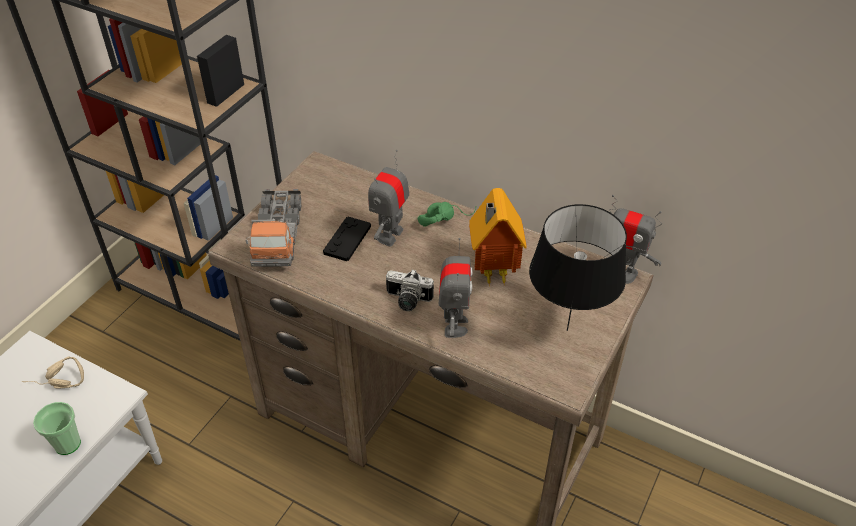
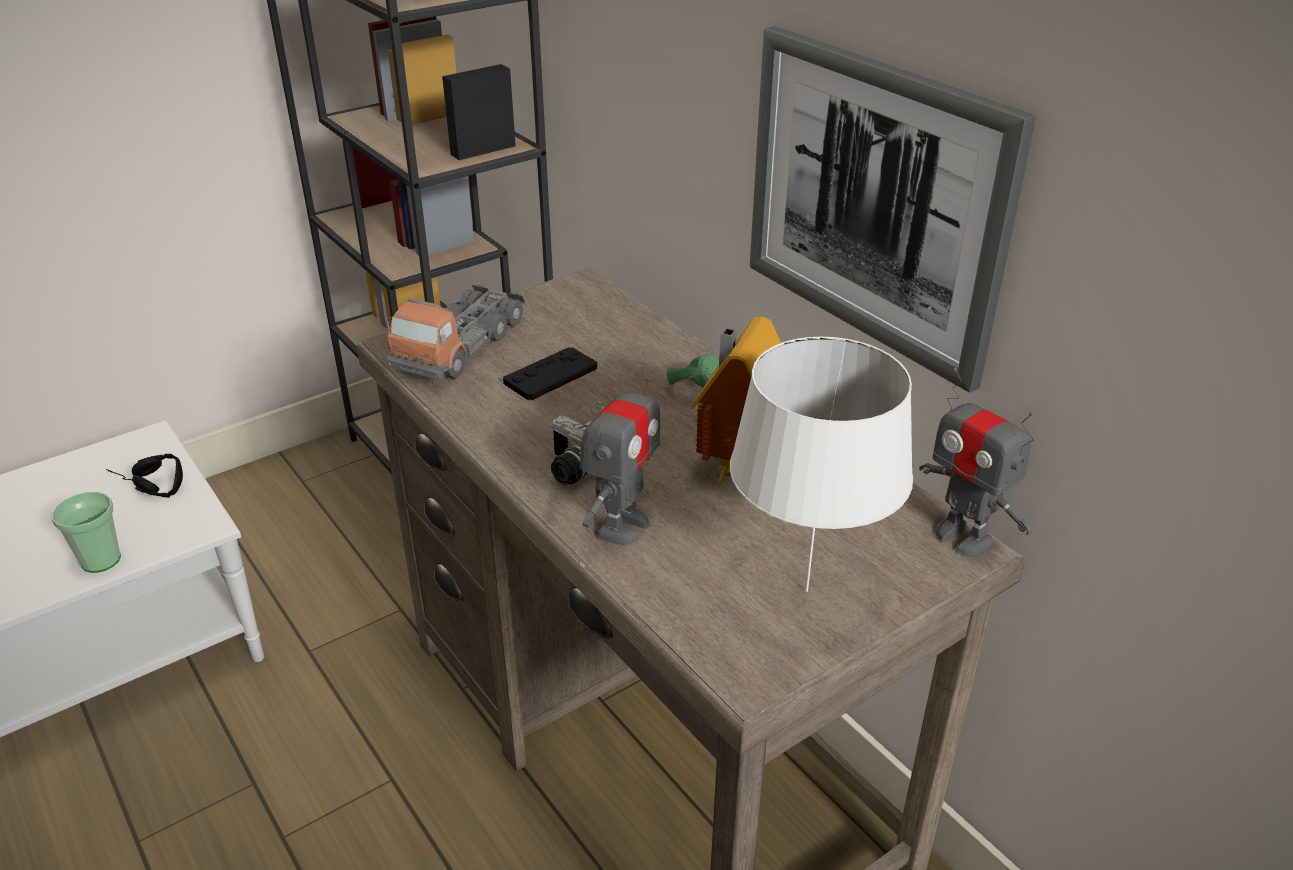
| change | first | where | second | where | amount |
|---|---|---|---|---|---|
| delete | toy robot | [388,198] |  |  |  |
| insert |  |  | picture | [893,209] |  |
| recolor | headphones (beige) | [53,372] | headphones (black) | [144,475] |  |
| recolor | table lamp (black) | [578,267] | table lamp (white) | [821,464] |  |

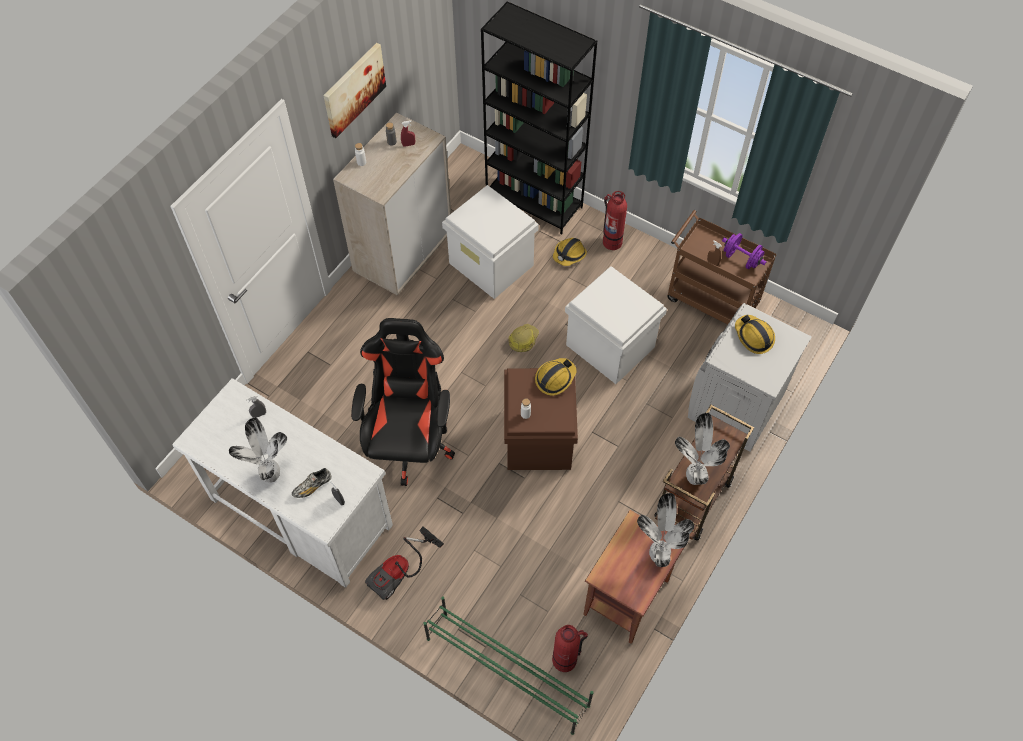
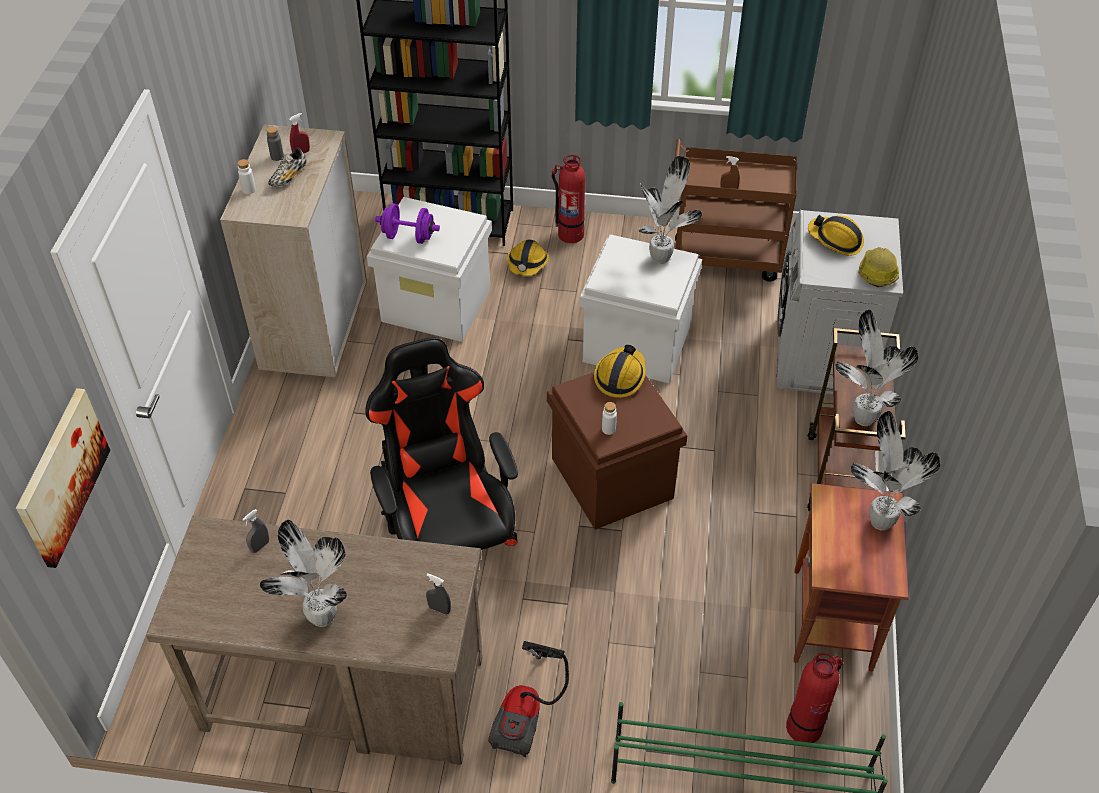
| change | first | where | second | where | amount |
|---|---|---|---|---|---|
| insert |  |  | potted plant | [670,210] |  |
| move | shoe | [311,483] |  | [287,167] |  |
| move | picture | [354,90] |  | [63,478] |  |
| move | hard hat | [523,338] |  | [879,267] |  |
| move | dumbbell (purple) | [744,251] |  | [407,223] |  |
| recolor | desk (white) | [282,483] | desk (brown) | [314,640] |  |

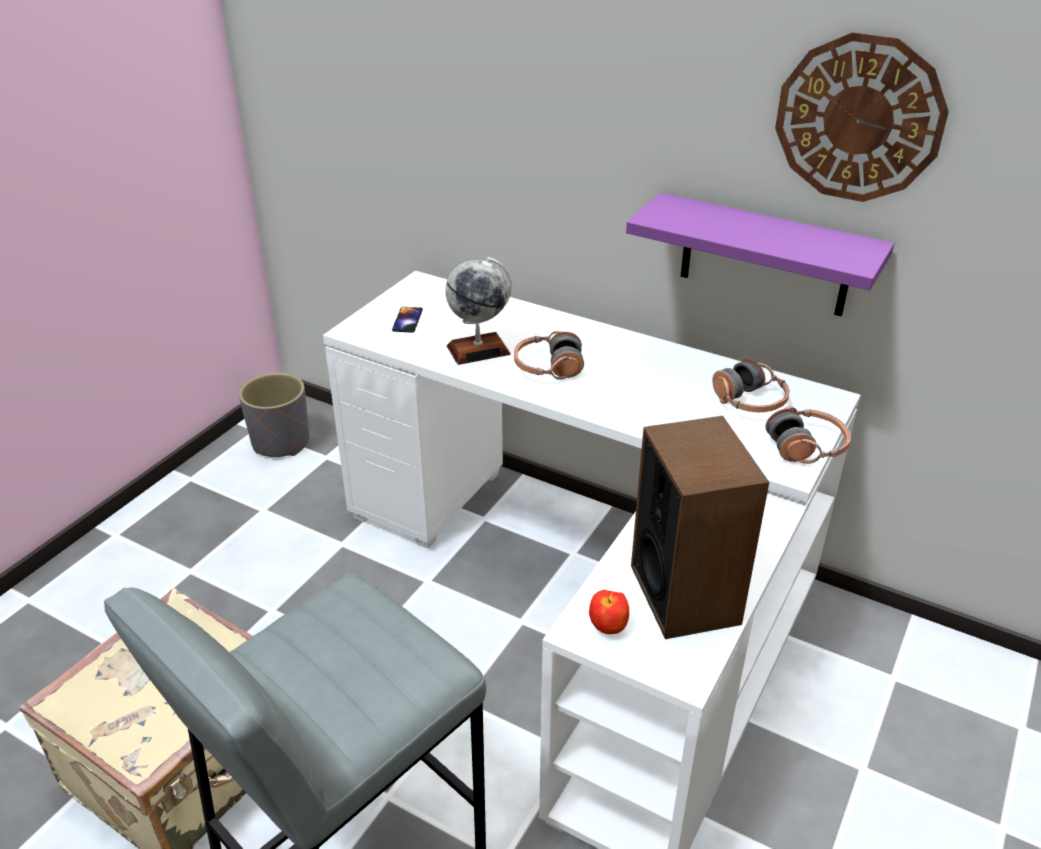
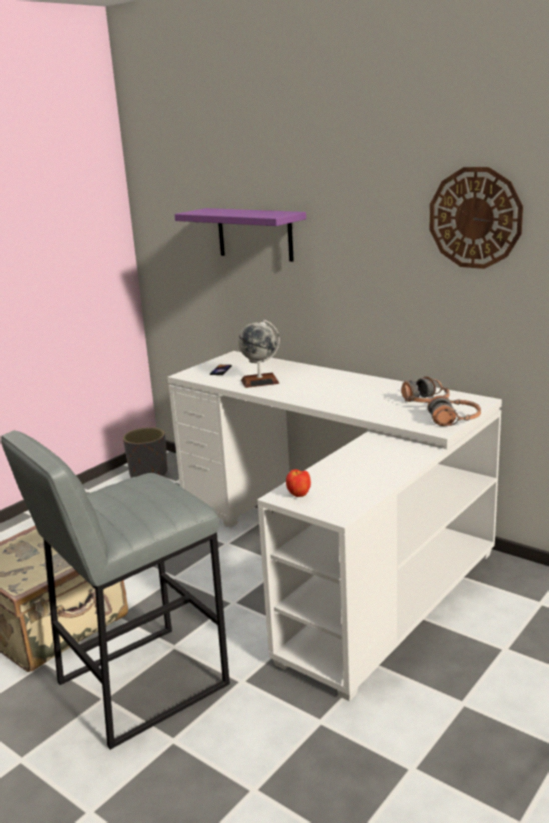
| change | first | where | second | where | amount |
|---|---|---|---|---|---|
| delete | headphones | [549,355] |  |  |  |
| delete | speaker | [700,527] |  |  |  |
| move | shelf (purple) | [760,254] |  | [240,235] |  |

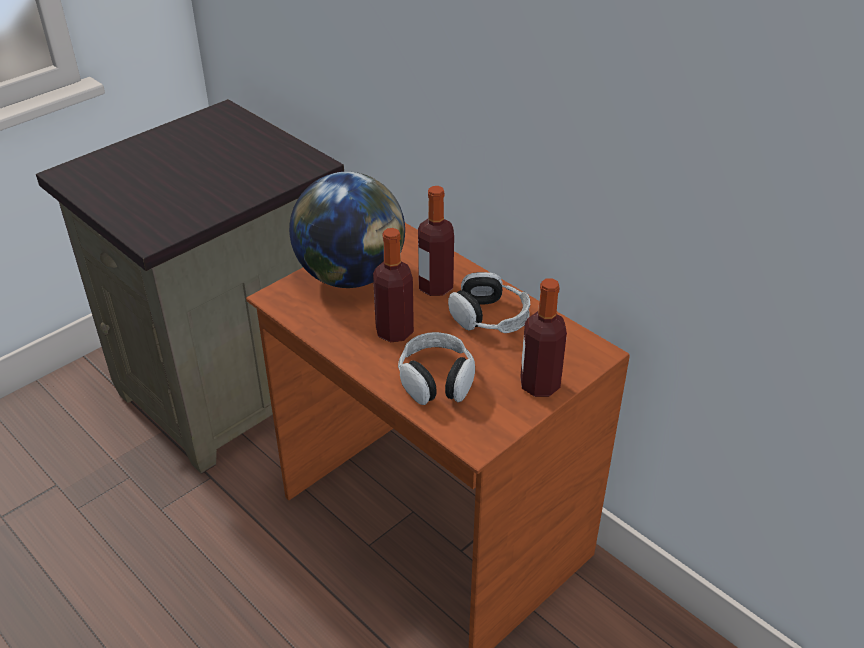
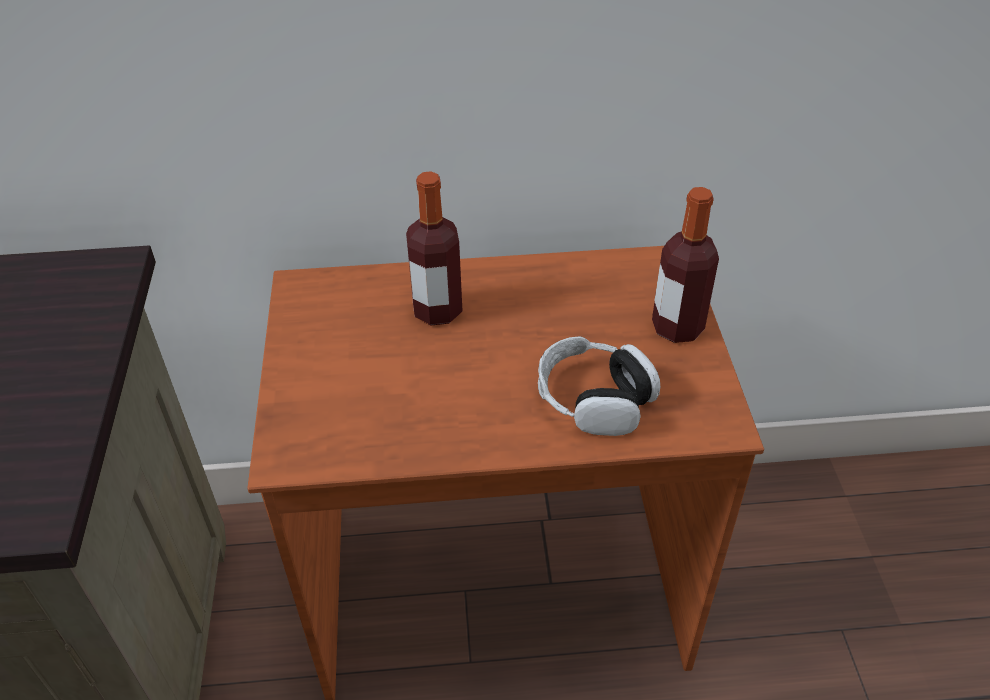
| change | first | where | second | where | amount |
|---|---|---|---|---|---|
| delete | globe | [347,230] |  |  |  |
| delete | bottle | [393,285] |  |  |  |
| delete | headphones | [489,302] |  |  |  |

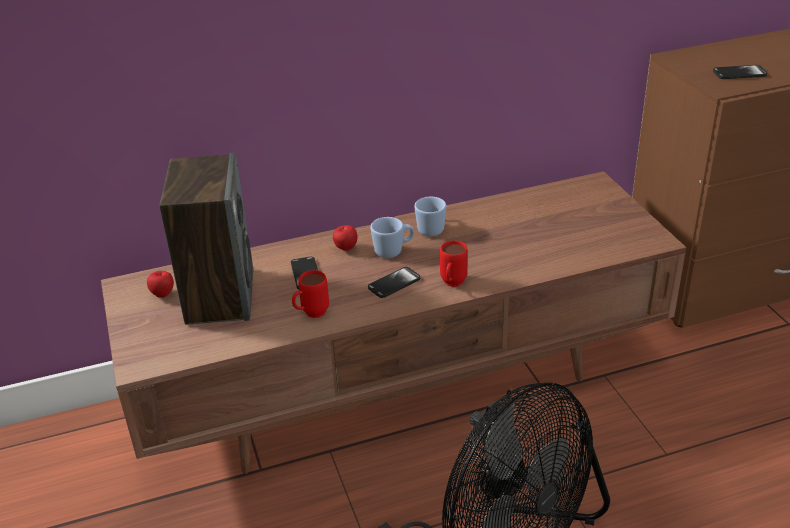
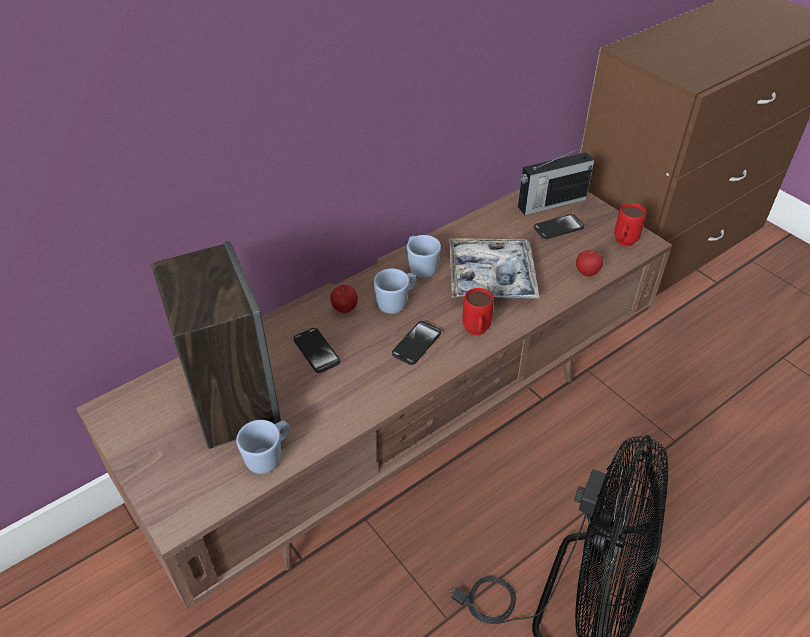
| change | first | where | second | where | amount |
|---|---|---|---|---|---|
| insert |  |  | mug (blue) | [263,447] |  |
| insert |  |  | tray | [494,268] |  |
| insert |  |  | radio | [556,180] |  |
| move | apple | [160,284] |  | [589,263] |  |
| move | mug (red) | [310,294] |  | [630,225] |  |
| move | phone | [740,72] |  | [559,226] |  |

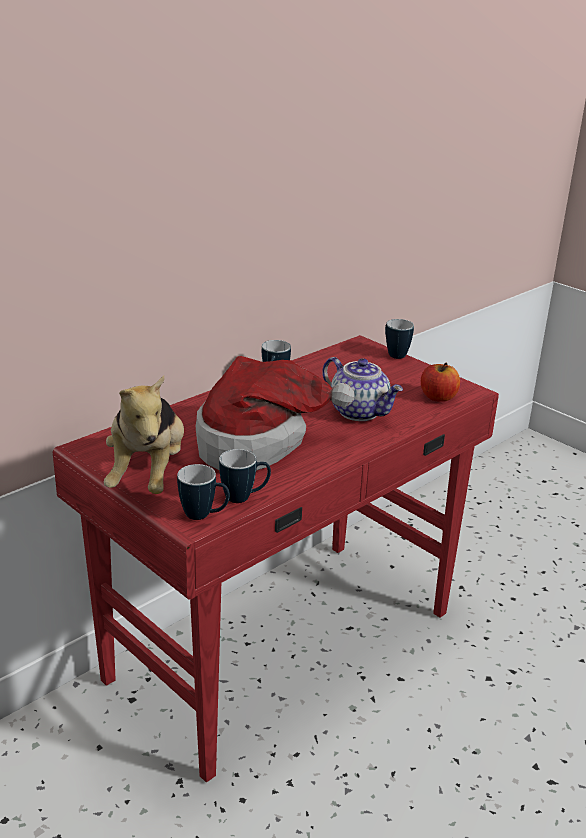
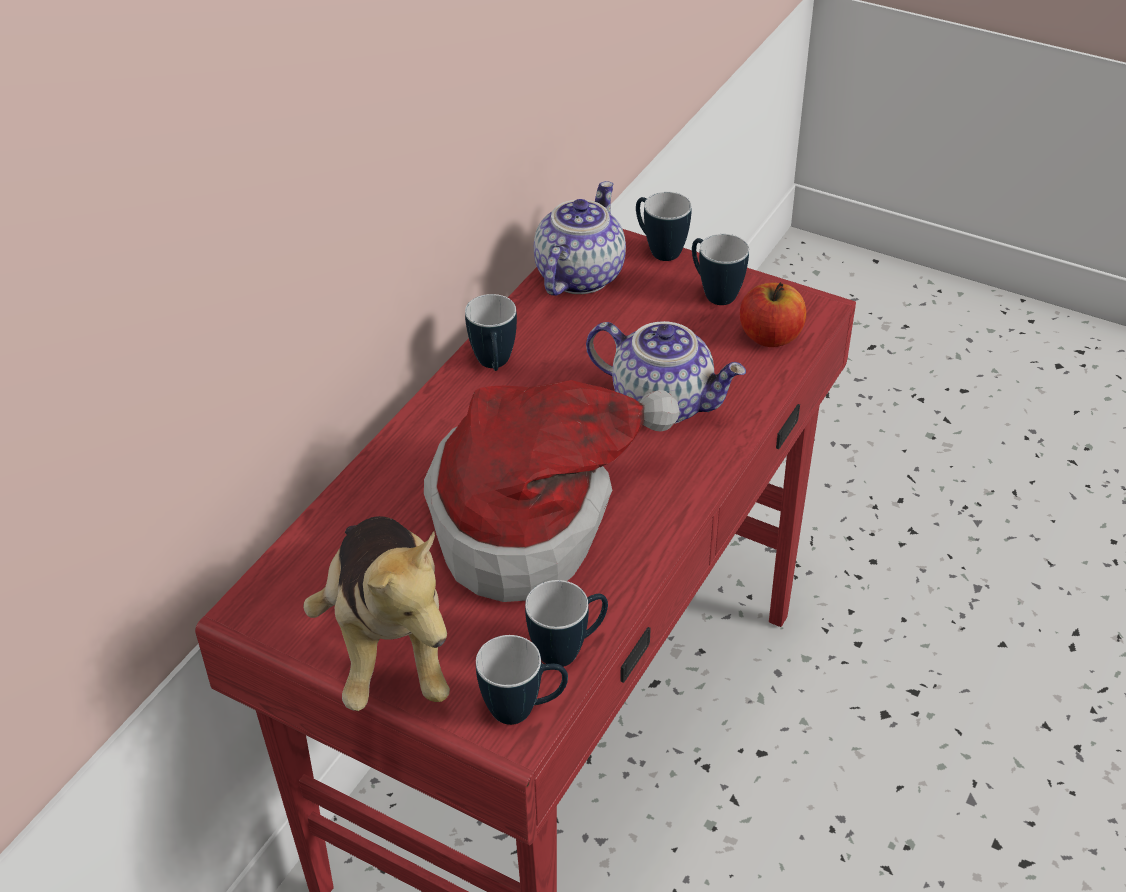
| change | first | where | second | where | amount |
|---|---|---|---|---|---|
| insert |  |  | teapot | [580,238] |  |
| insert |  |  | mug | [720,269] |  |

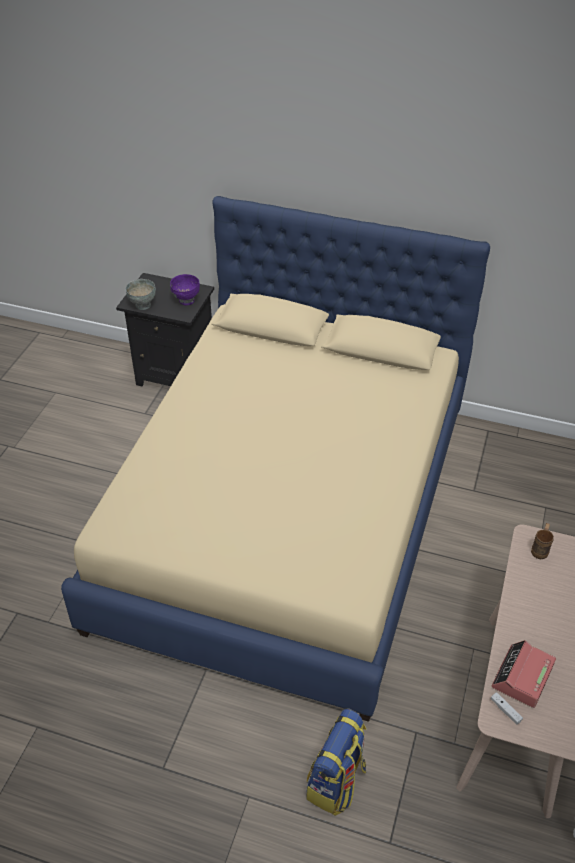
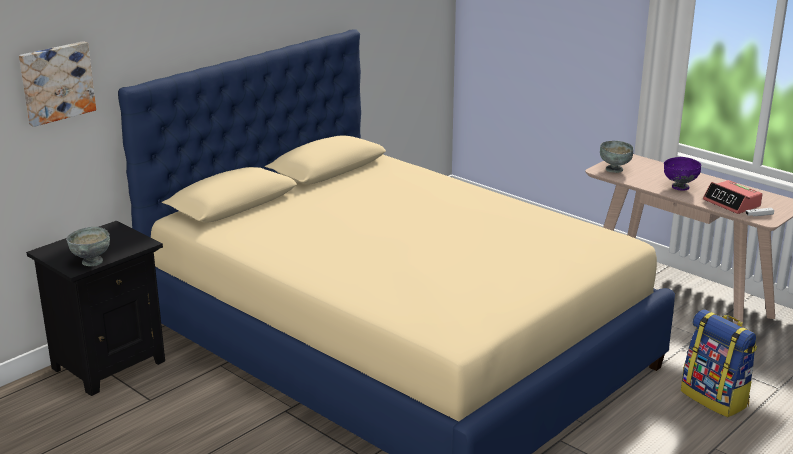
| change | first | where | second | where | amount |
|---|---|---|---|---|---|
| insert |  |  | picture | [57,84] |  |
| move | bowl (purple) | [185,289] |  | [682,174] |  |
| replace | mug (brown) | [542,541] | bowl (grey) | [617,157] |  |

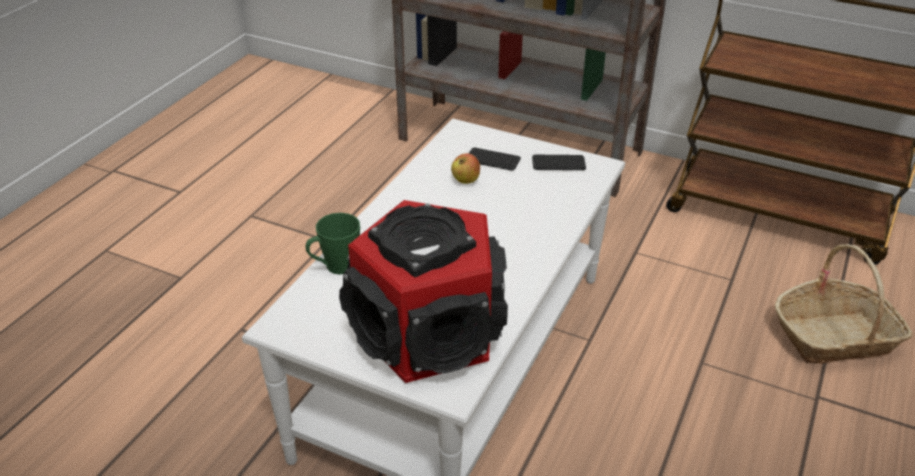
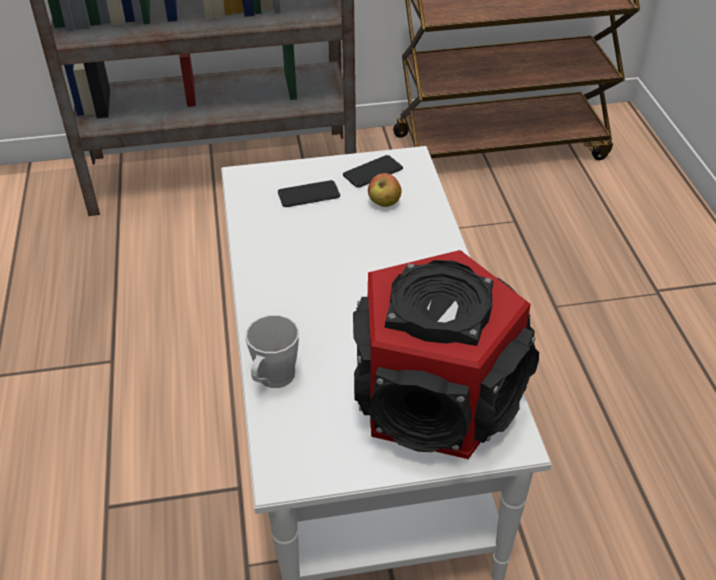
| change | first | where | second | where | amount |
|---|---|---|---|---|---|
| delete | basket | [844,304] |  |  |  |
| move | apple | [465,168] |  | [385,190] |  |
| recolor | mug (green) | [332,244] | mug (grey) | [272,351] |  |

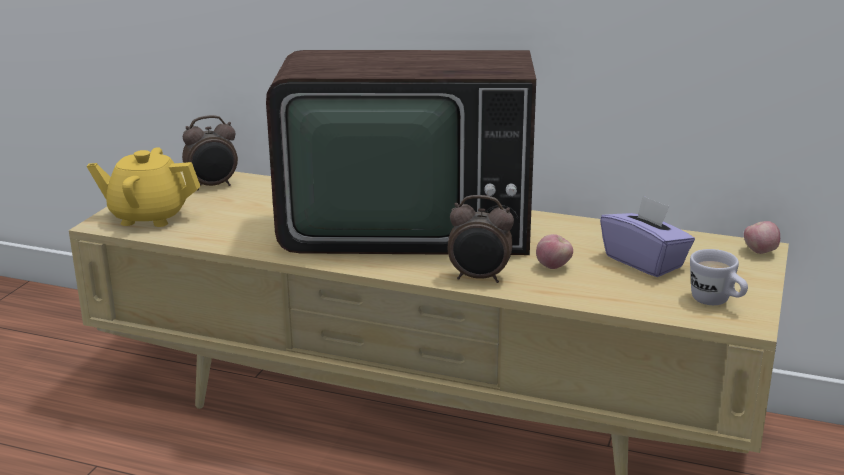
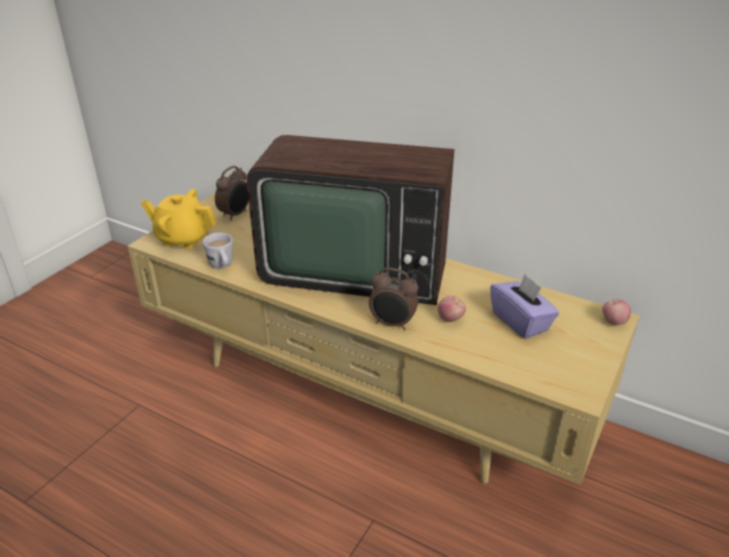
| change | first | where | second | where | amount |
|---|---|---|---|---|---|
| move | mug (white) | [719,277] |  | [218,251] |  |
| rotate | alarm clock | [210,152] |  | [232,193] | 45 degrees counterclockwise |

